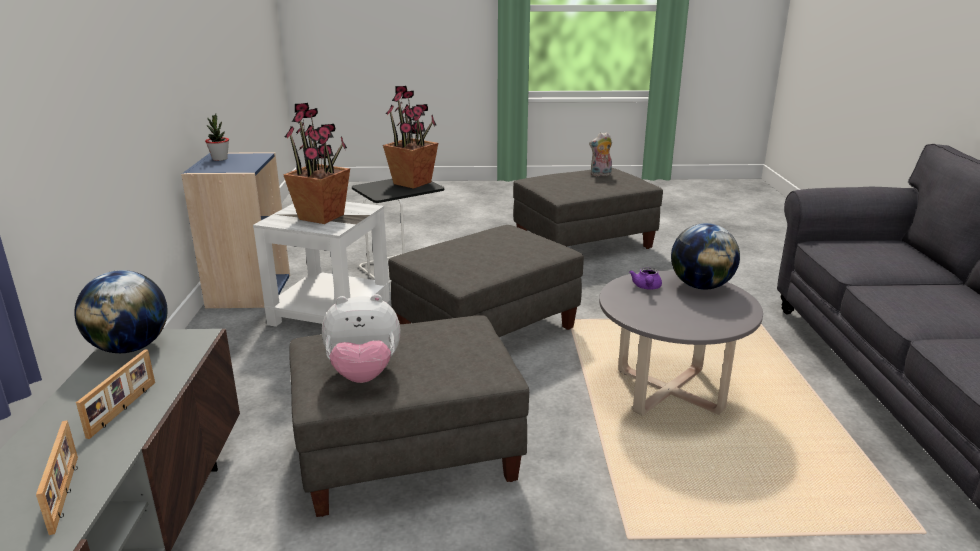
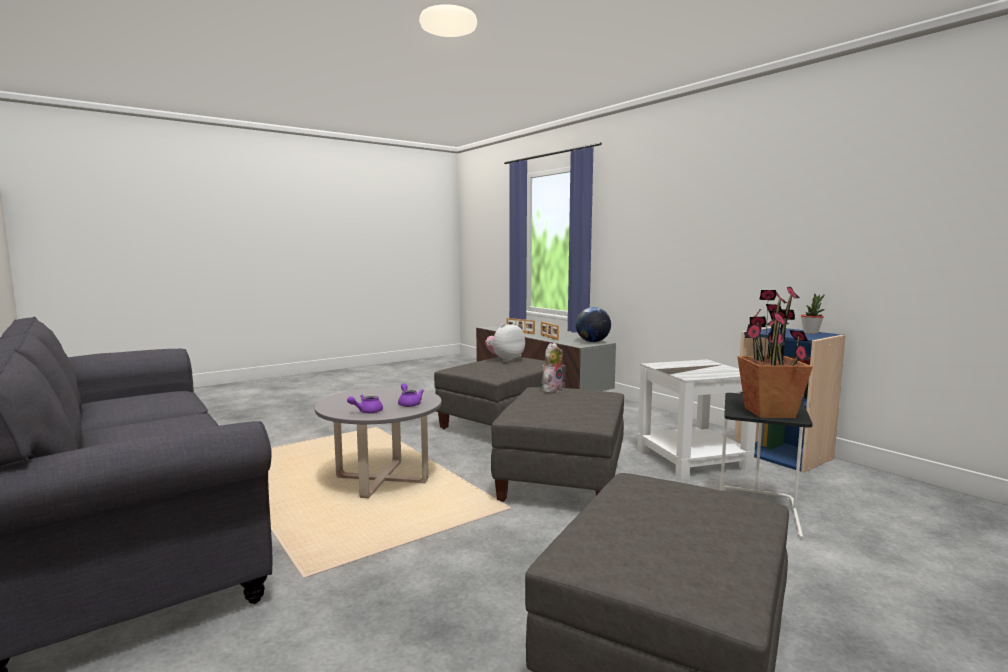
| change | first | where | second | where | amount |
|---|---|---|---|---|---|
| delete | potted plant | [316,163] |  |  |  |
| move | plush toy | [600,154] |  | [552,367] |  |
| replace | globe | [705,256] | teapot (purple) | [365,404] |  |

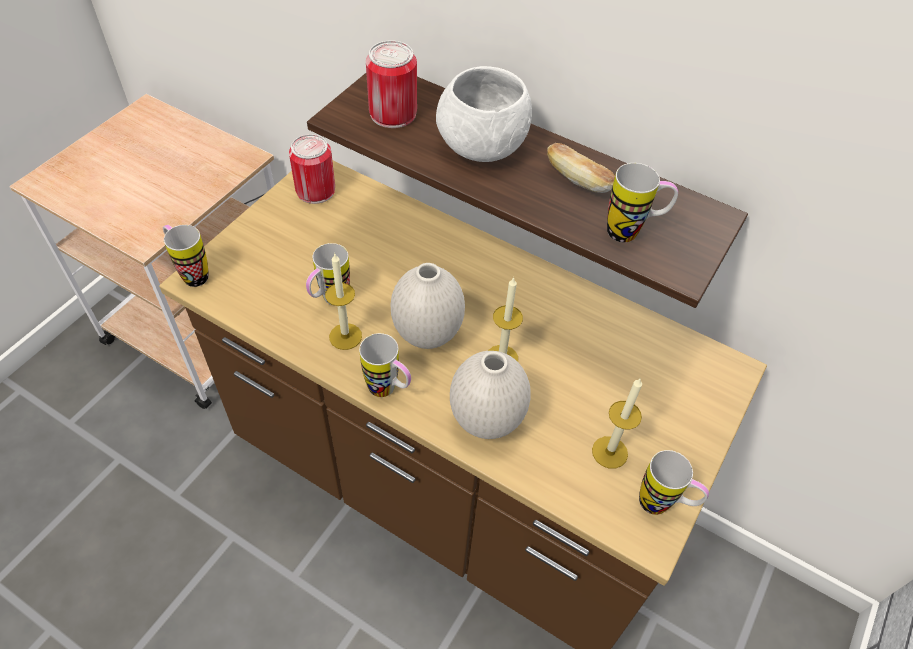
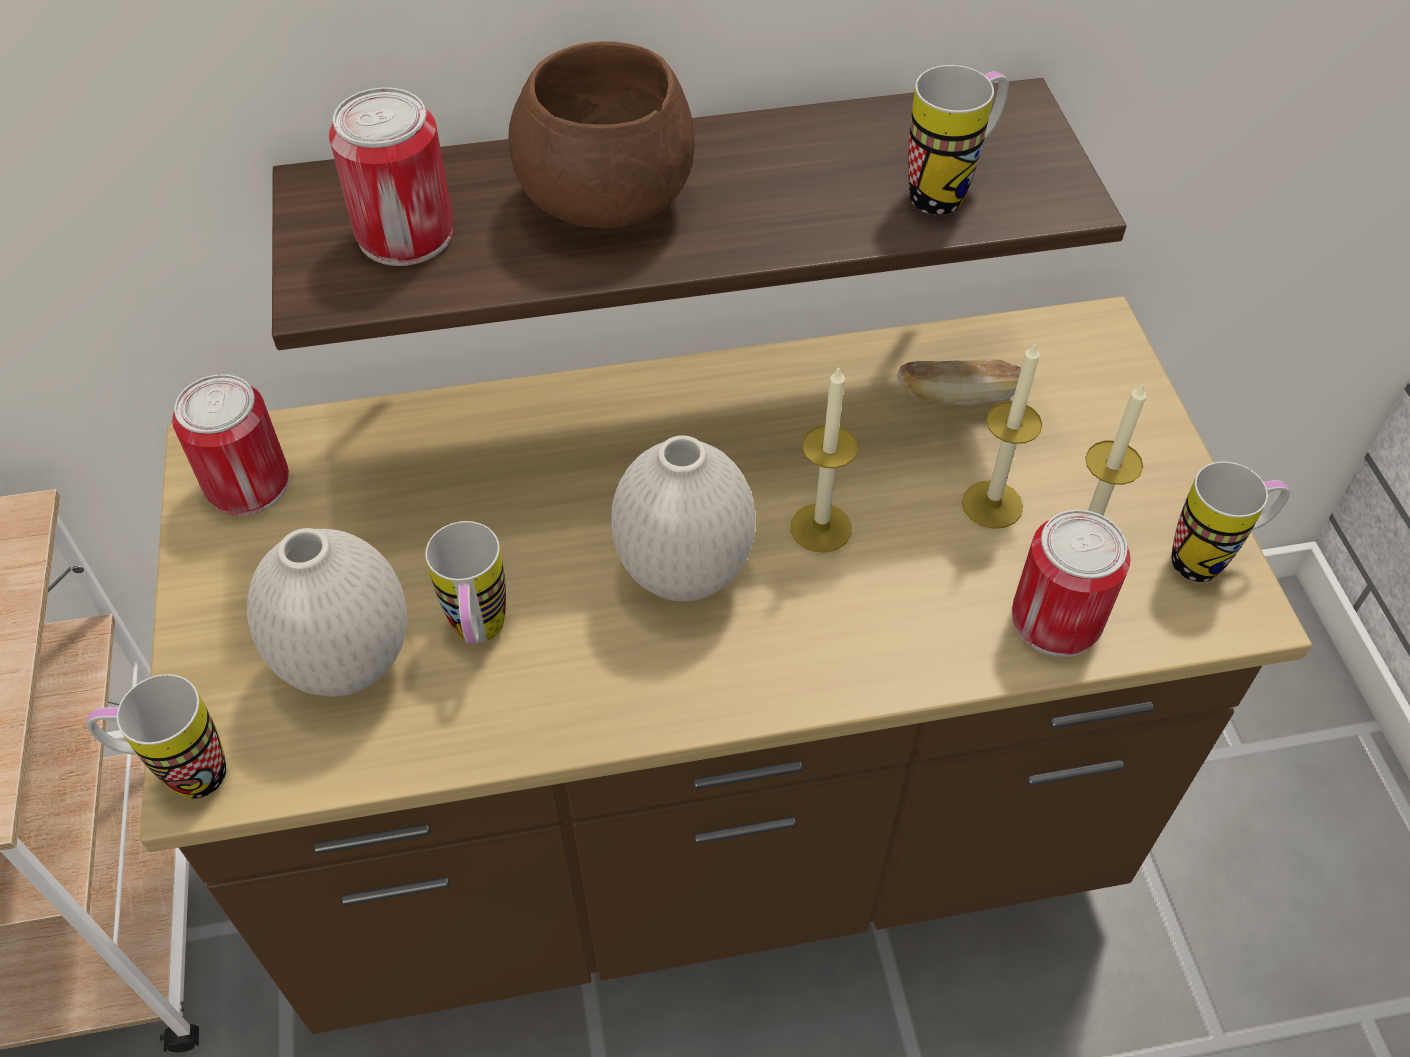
| change | first | where | second | where | amount |
|---|---|---|---|---|---|
| delete | mug | [385,365] |  |  |  |
| insert |  |  | can | [1071,583] |  |
| move | candle | [343,301] |  | [1002,435] |  |
| move | vase (white) | [490,395] |  | [327,612] |  |
| move | bread | [581,168] |  | [959,382] |  |
| recolor | bowl (white) | [484,114] | bowl (brown) | [601,134] |  |

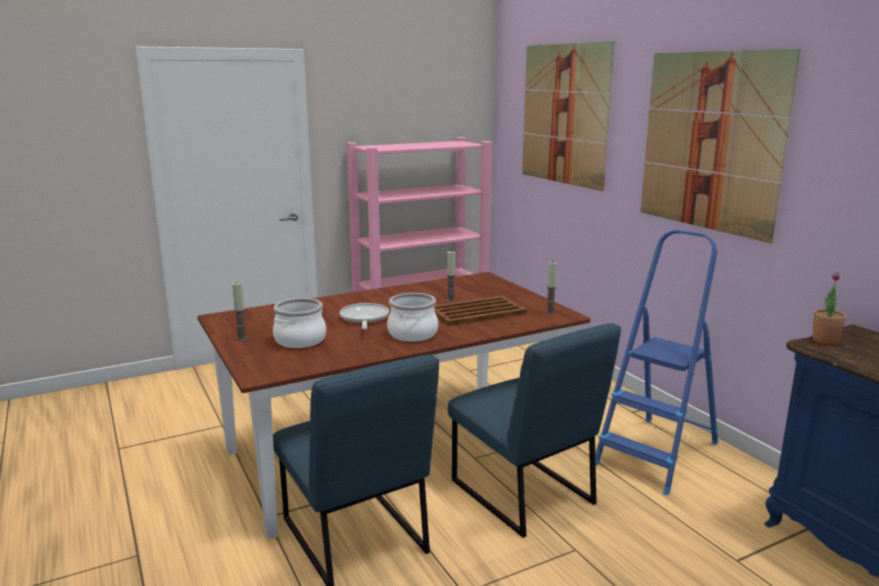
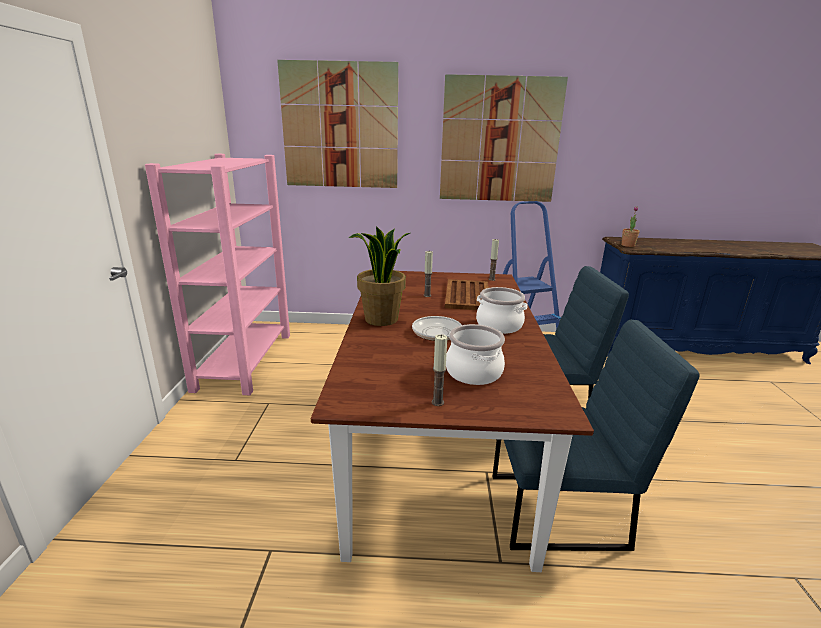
| change | first | where | second | where | amount |
|---|---|---|---|---|---|
| insert |  |  | potted plant | [379,276] |  |

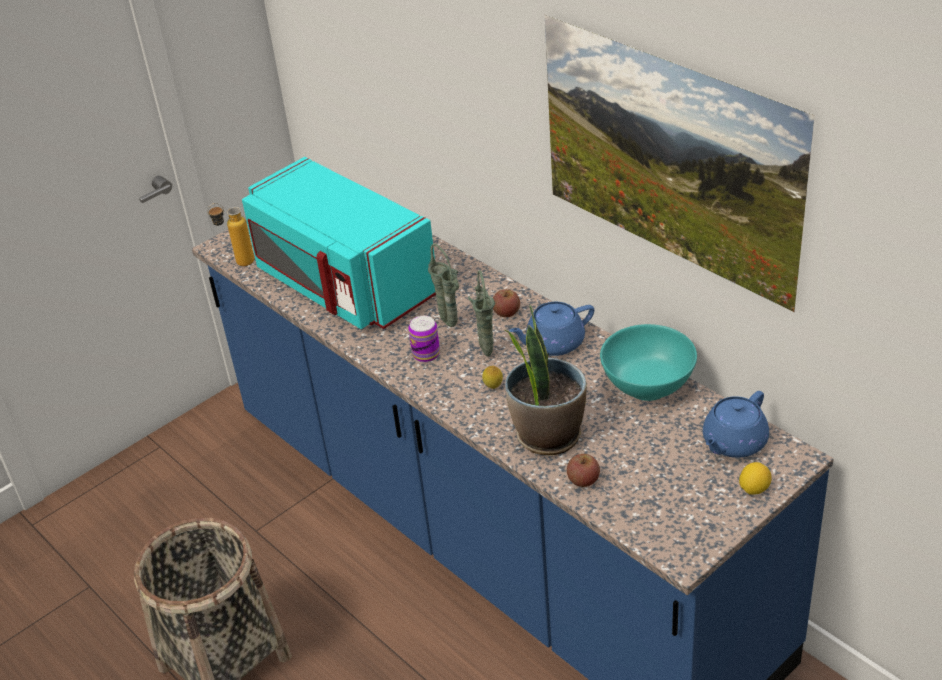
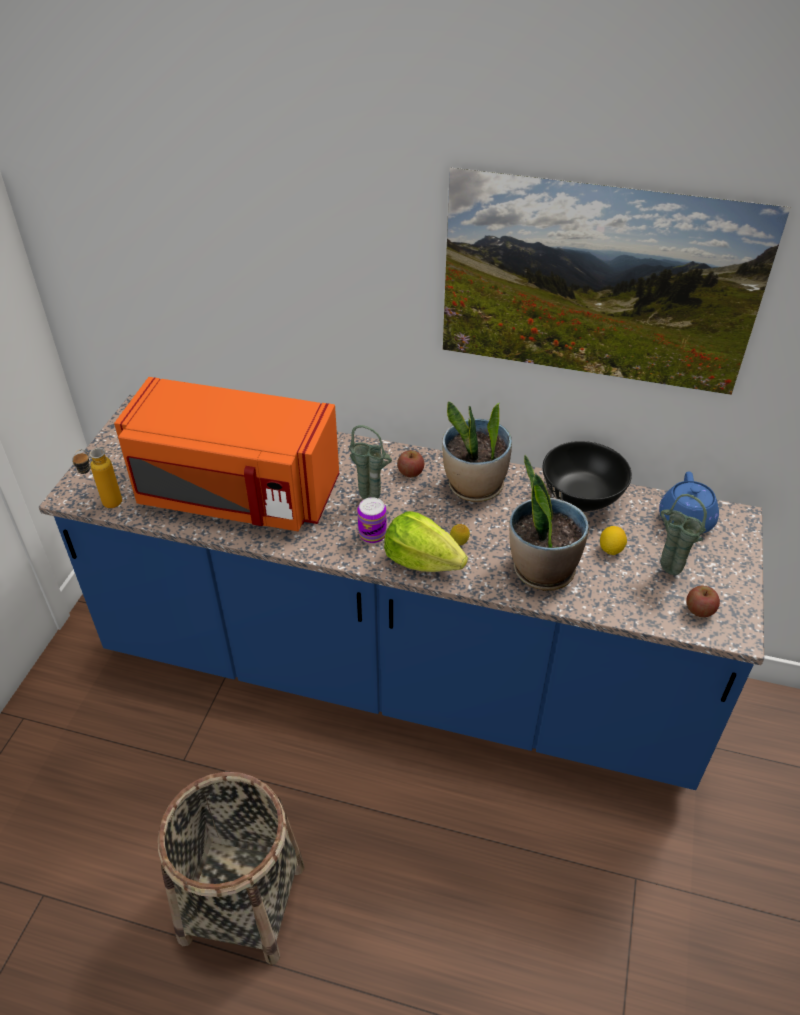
| change | first | where | second | where | amount |
|---|---|---|---|---|---|
| insert |  |  | lettuce | [426,541] |  |
| move | vase (green) | [481,313] |  | [684,534] |  |
| move | apple | [583,470] |  | [703,601] |  |
| move | lemon | [755,478] |  | [613,540] |  |
| replace | teapot (blue) | [551,329] | potted plant | [477,451] |  |
| recolor | microwave (turquoise) | [339,243] | microwave (orange) | [226,454] |  |
| recolor | bowl (turquoise) | [648,362] | bowl (black) | [587,476] |  |

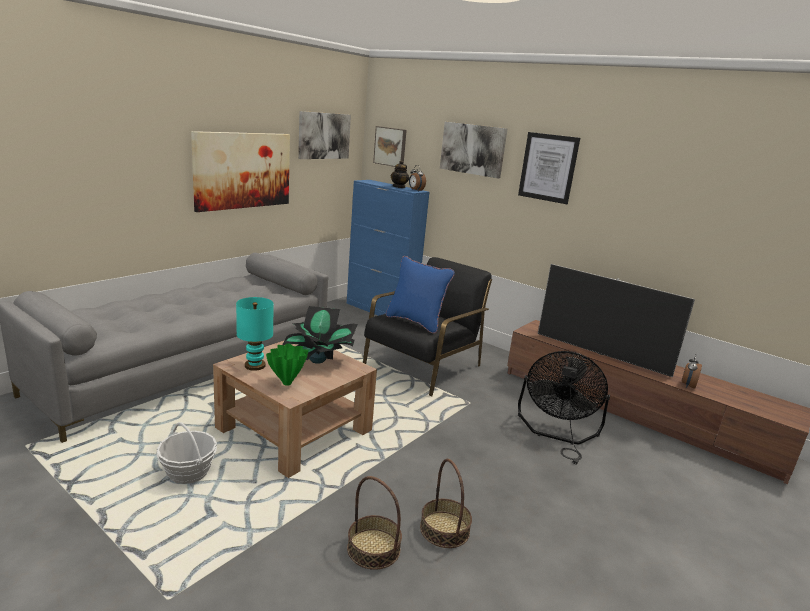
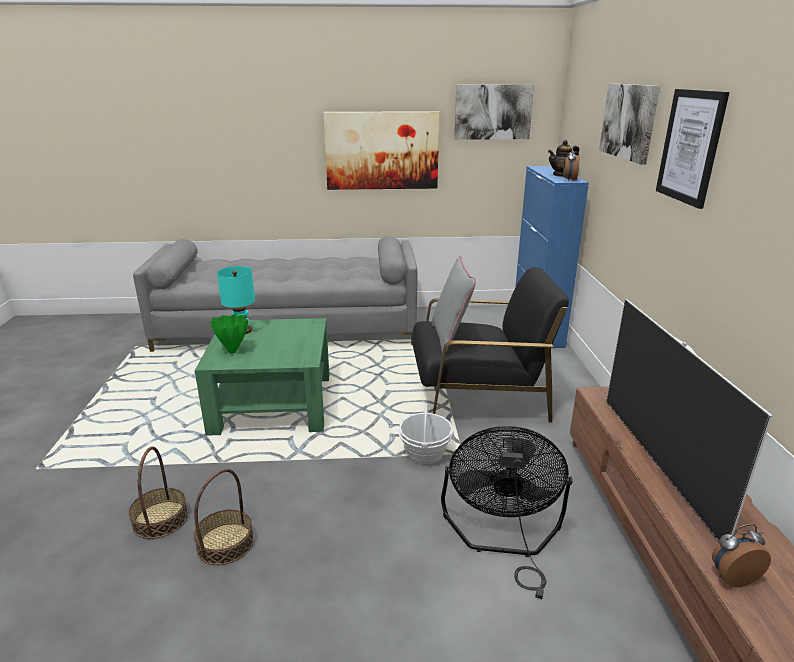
| change | first | where | second | where | amount |
|---|---|---|---|---|---|
| delete | potted plant | [320,335] |  |  |  |
| delete | picture | [390,146] |  |  |  |
| move | basket | [186,453] |  | [425,433] |  |
| recolor | coffee table (brown) | [295,409] | coffee table (green) | [262,377] |  |
| recolor | pillow (blue) | [420,294] | pillow (grey) | [454,304] |  |
| rotate | fan (black) | [564,408] |  | [507,512] | 60 degrees counterclockwise |

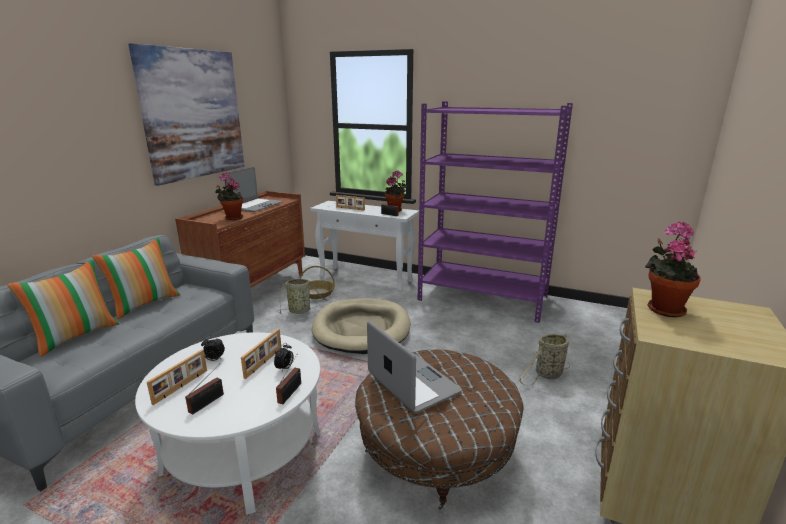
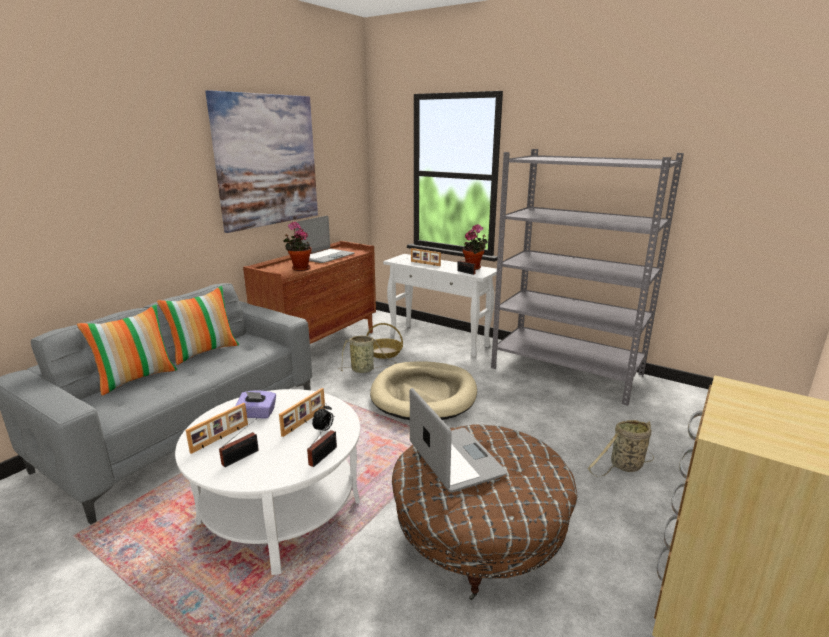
| change | first | where | second | where | amount |
|---|---|---|---|---|---|
| delete | potted plant | [673,269] |  |  |  |
| replace | alarm clock | [213,348] | tissue box (purple) | [256,404] |  |
| recolor | bookcase (purple) | [495,212] | bookcase (grey) | [587,277] |  |

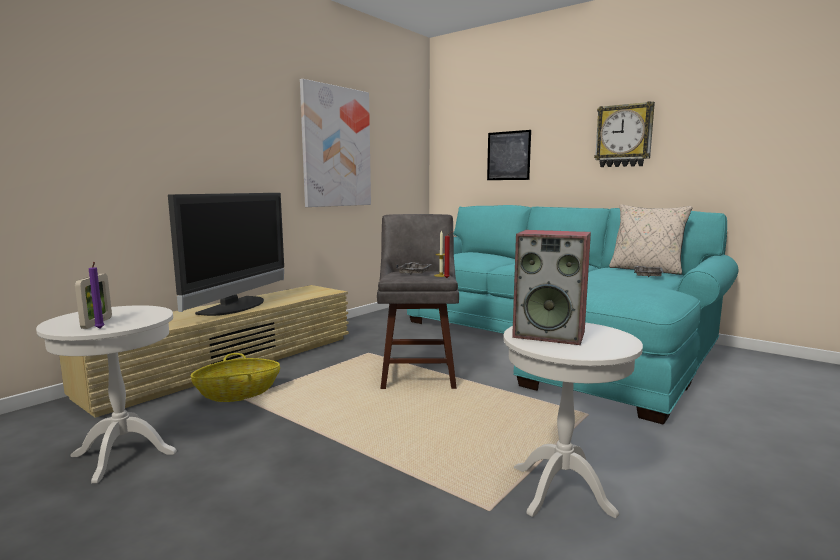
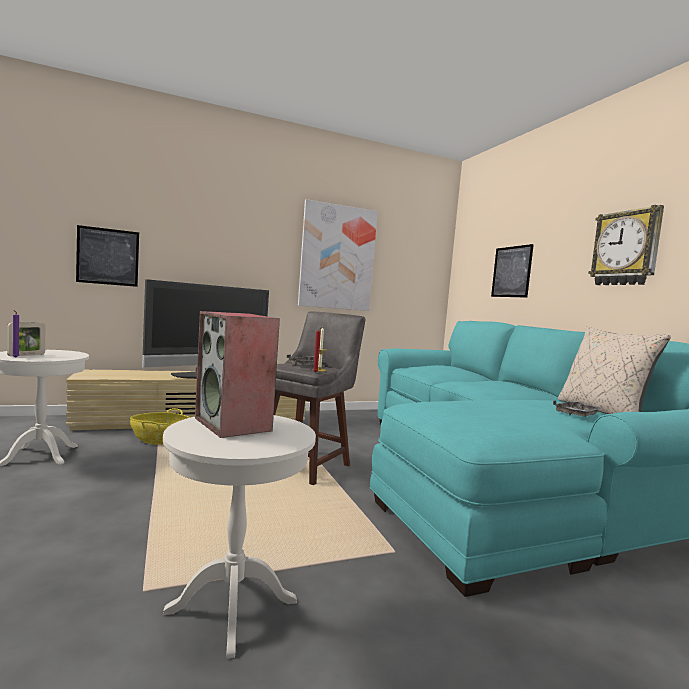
| change | first | where | second | where | amount |
|---|---|---|---|---|---|
| insert |  |  | picture | [107,256] |  |

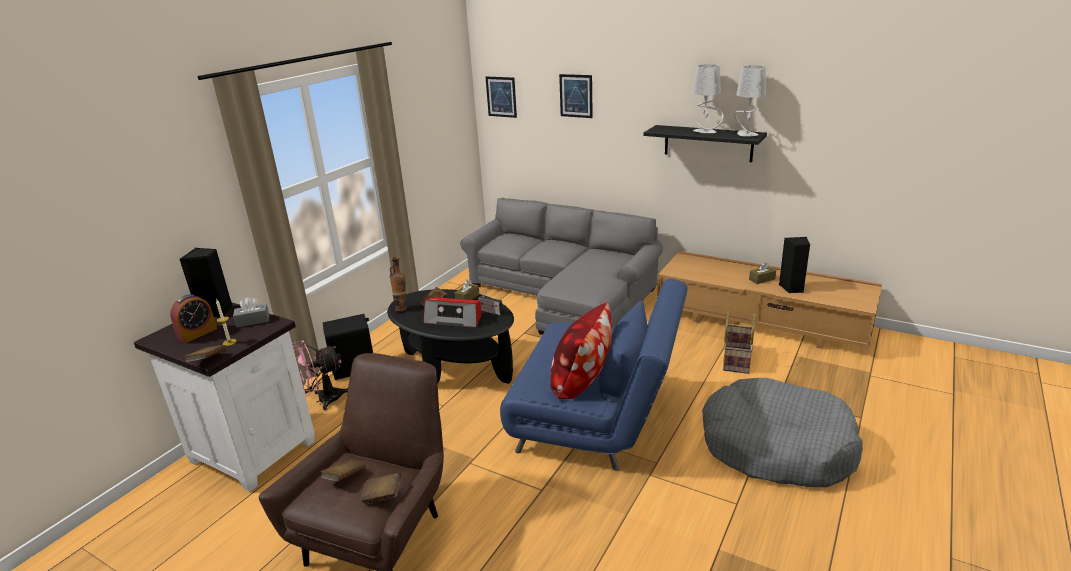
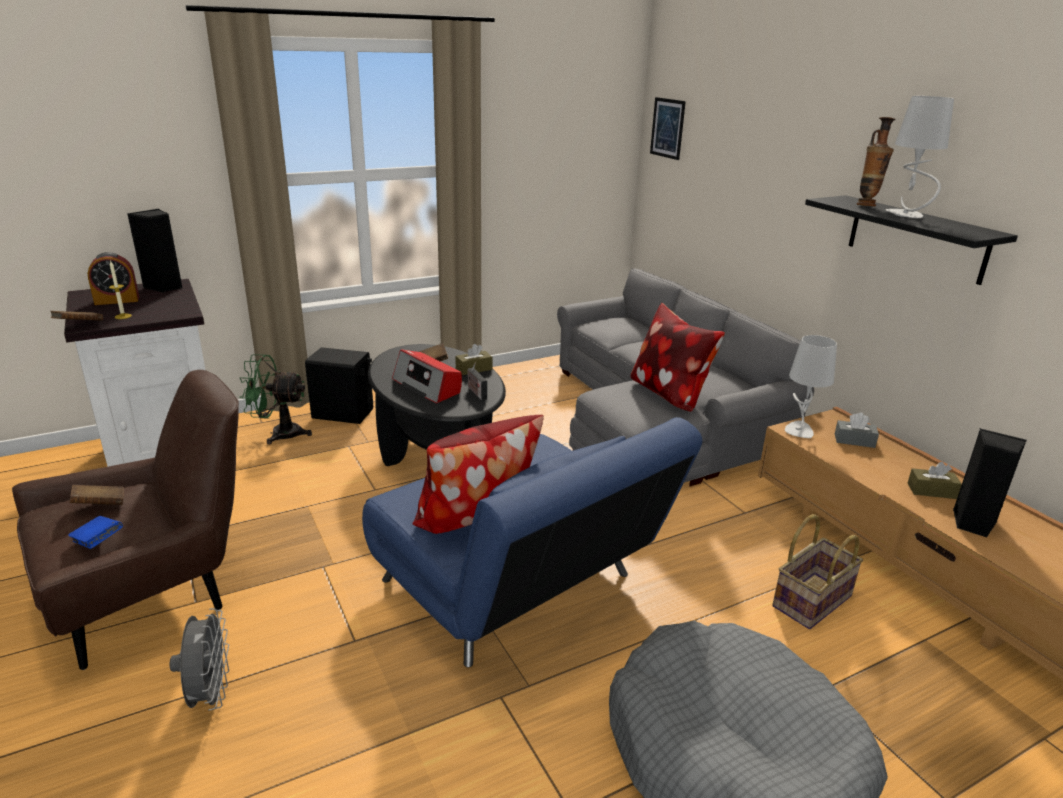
| change | first | where | second | where | amount |
|---|---|---|---|---|---|
| delete | picture | [576,96] |  |  |  |
| insert |  |  | fan (grey) | [199,659] |  |
| insert |  |  | pillow | [677,357] |  |
| move | tissue box (grey) | [251,312] |  | [857,430] |  |
| move | vase | [398,284] |  | [876,162] |  |
| move | table lamp (grey) | [750,101] |  | [811,386] |  |
| recolor | fan (pink) | [320,375] | fan (green) | [275,399] |  |
| recolor | book (brown) | [381,488] | book (blue) | [95,532] |  |

